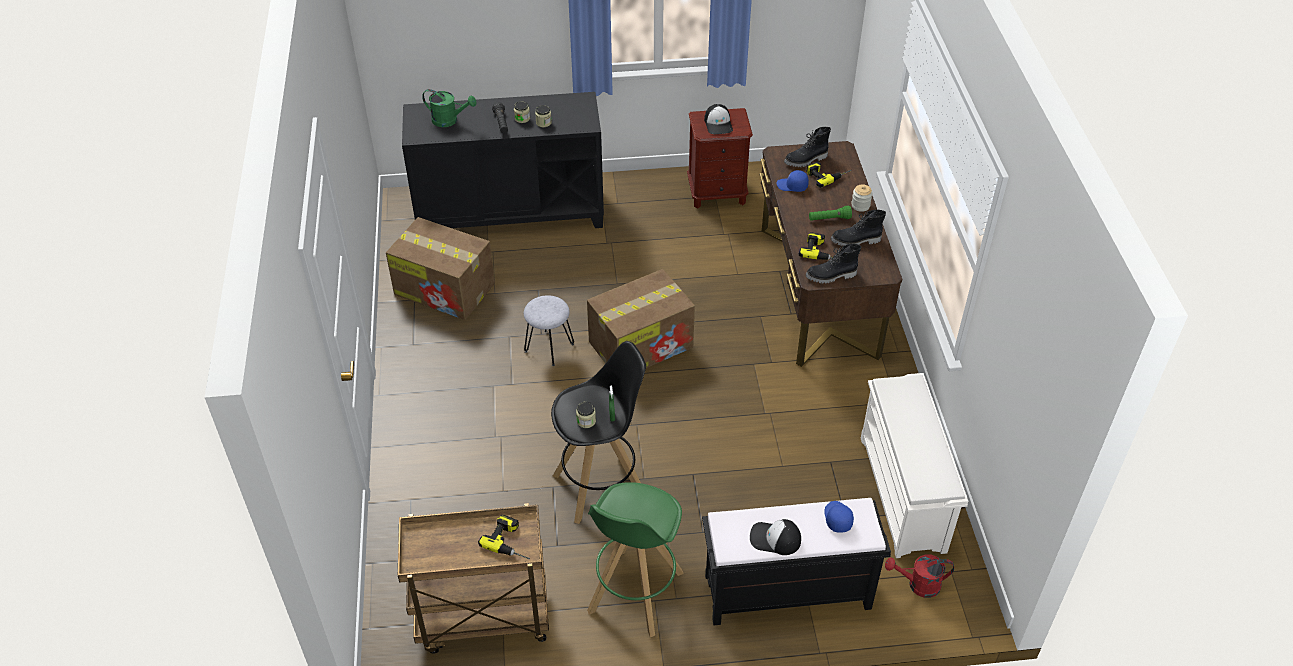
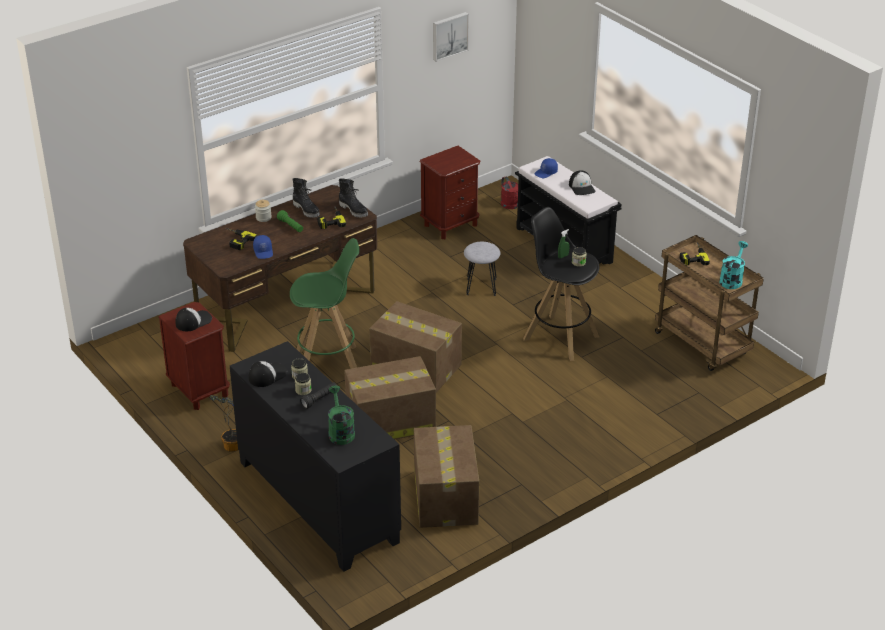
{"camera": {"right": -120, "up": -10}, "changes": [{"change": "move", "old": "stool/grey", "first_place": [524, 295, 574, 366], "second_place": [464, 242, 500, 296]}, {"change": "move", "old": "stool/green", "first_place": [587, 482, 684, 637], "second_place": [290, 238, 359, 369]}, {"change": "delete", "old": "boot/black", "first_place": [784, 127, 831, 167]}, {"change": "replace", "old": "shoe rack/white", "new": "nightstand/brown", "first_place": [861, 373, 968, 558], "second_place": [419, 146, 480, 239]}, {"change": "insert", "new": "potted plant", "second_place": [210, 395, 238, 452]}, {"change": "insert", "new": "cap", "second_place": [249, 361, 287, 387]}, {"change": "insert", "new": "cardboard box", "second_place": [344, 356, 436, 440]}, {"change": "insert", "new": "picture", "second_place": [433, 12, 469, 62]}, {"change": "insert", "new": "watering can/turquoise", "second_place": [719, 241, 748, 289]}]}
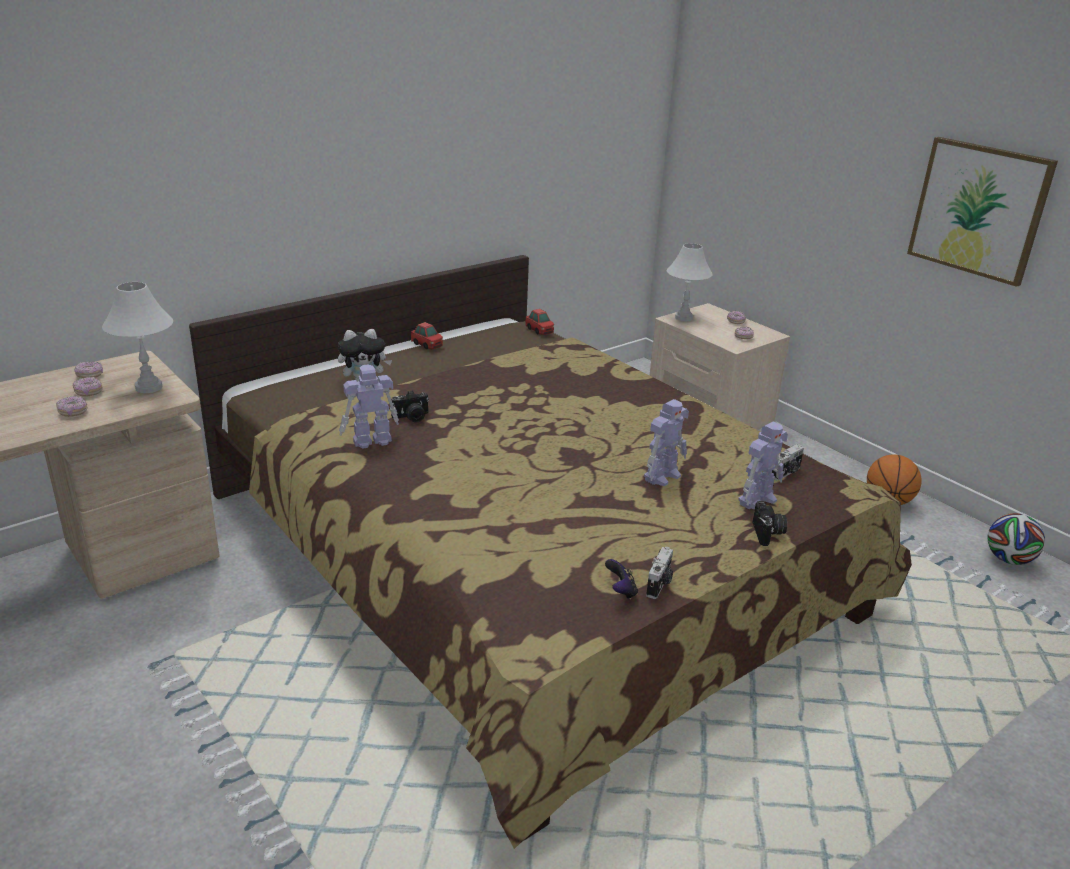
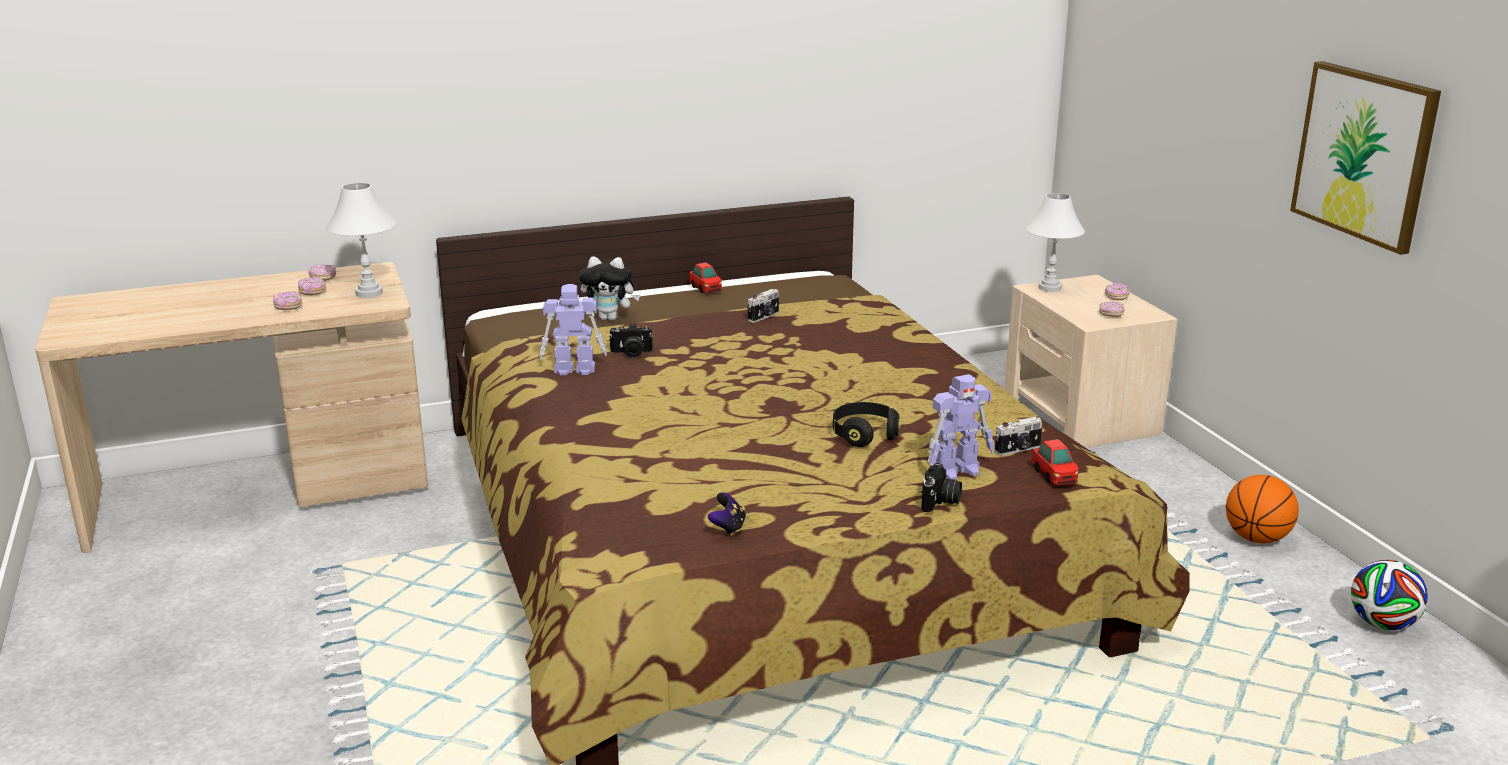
{"camera": {"right": 20, "up": -5}, "changes": [{"change": "move", "old": "toy car", "first_place": [525, 309, 554, 335], "second_place": [1032, 439, 1079, 485]}, {"change": "replace", "old": "toy robot", "new": "headphones/black", "first_place": [644, 399, 689, 486], "second_place": [833, 402, 899, 447]}, {"change": "move", "old": "photo camera", "first_place": [646, 547, 673, 599], "second_place": [748, 289, 779, 323]}]}
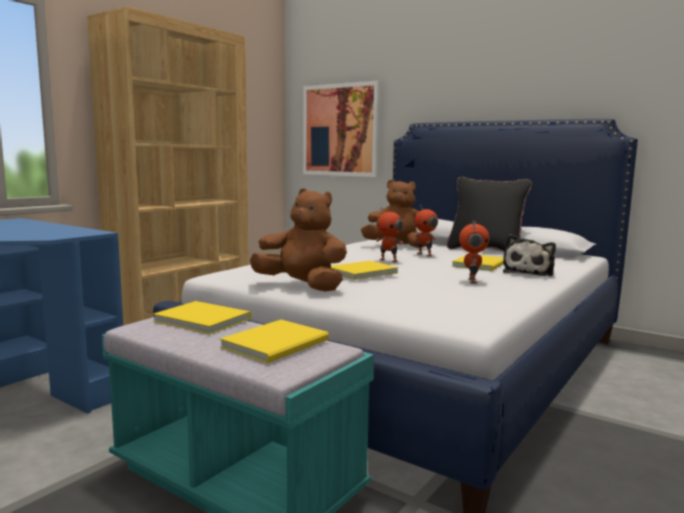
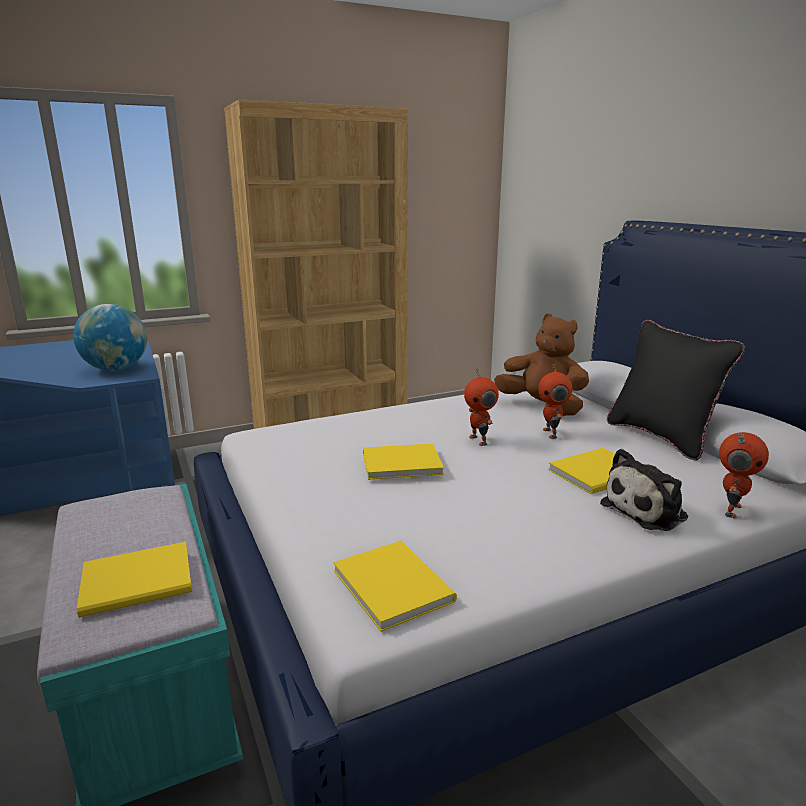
{"camera": {"right": 30, "up": 10}, "changes": [{"change": "move", "old": "book/yellow", "first_place": [153, 301, 251, 334], "second_place": [333, 541, 457, 631]}, {"change": "delete", "old": "plush toy/brown", "first_place": [250, 188, 347, 292]}, {"change": "delete", "old": "picture", "first_place": [303, 81, 380, 177]}, {"change": "move", "old": "toy robot", "first_place": [459, 221, 489, 284], "second_place": [719, 432, 769, 519]}, {"change": "insert", "new": "globe", "second_place": [73, 304, 147, 371]}]}
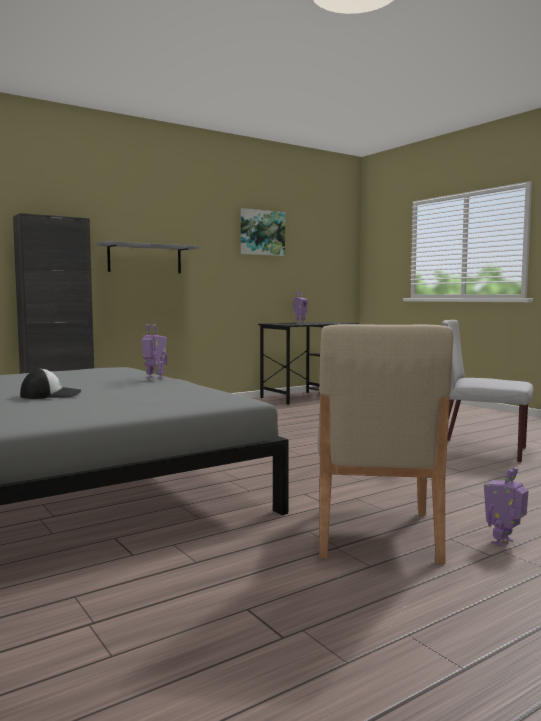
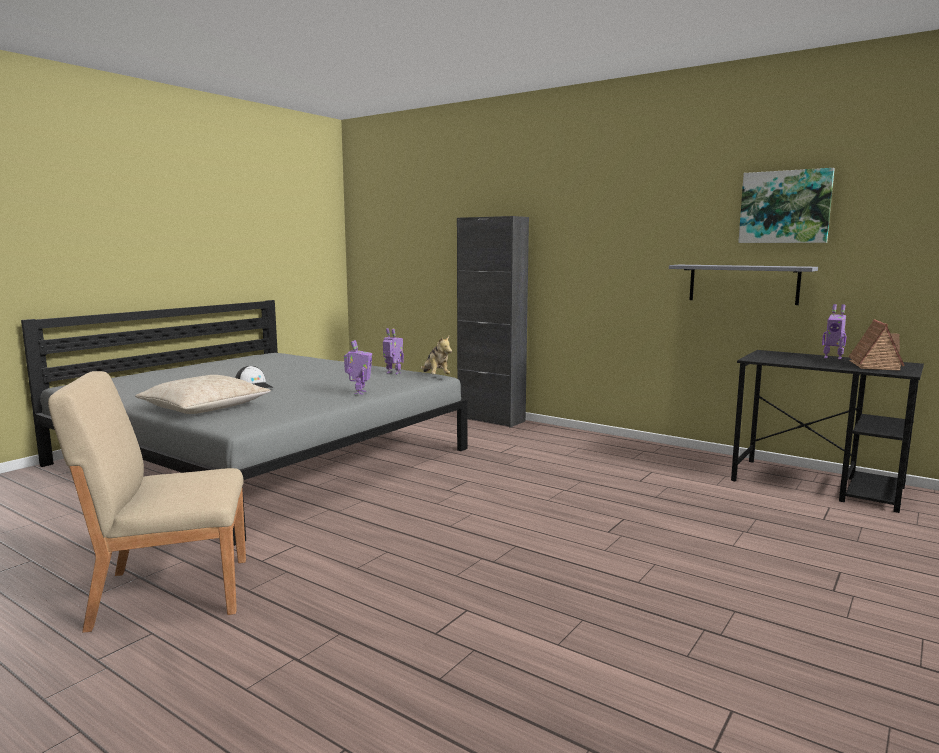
{"camera": {"right": 70, "up": 5}, "changes": [{"change": "move", "old": "shelf/grey", "first_place": [97, 241, 199, 274], "second_place": [669, 265, 818, 305]}, {"change": "delete", "old": "chair/grey", "first_place": [442, 320, 533, 463]}, {"change": "move", "old": "toy robot", "first_place": [484, 467, 528, 547], "second_place": [383, 328, 404, 374]}, {"change": "insert", "new": "pillow/beige", "second_place": [135, 375, 271, 414]}, {"change": "insert", "new": "plush toy", "second_place": [421, 336, 452, 374]}, {"change": "insert", "new": "toy house", "second_place": [848, 319, 905, 371]}]}
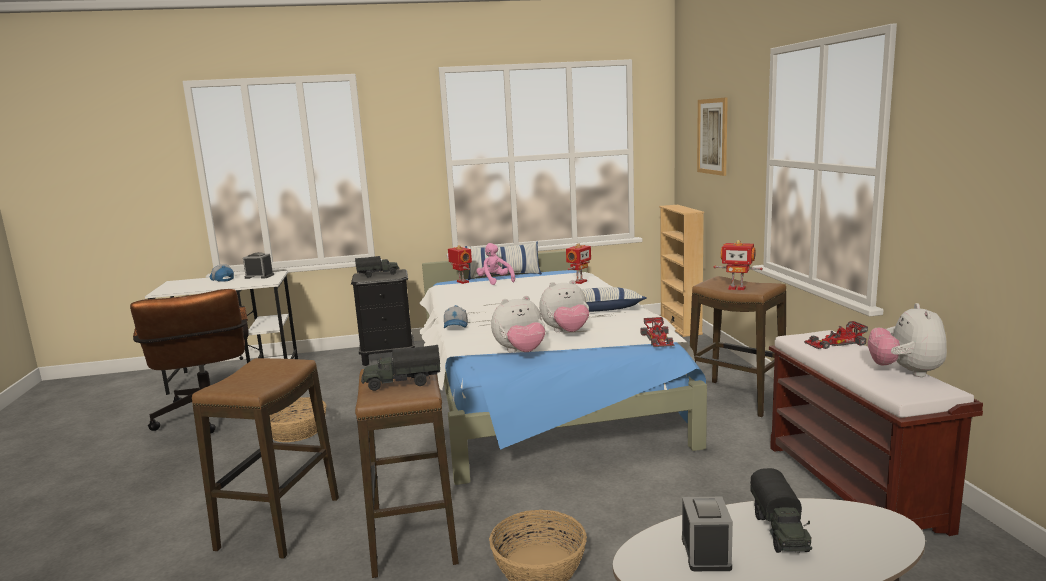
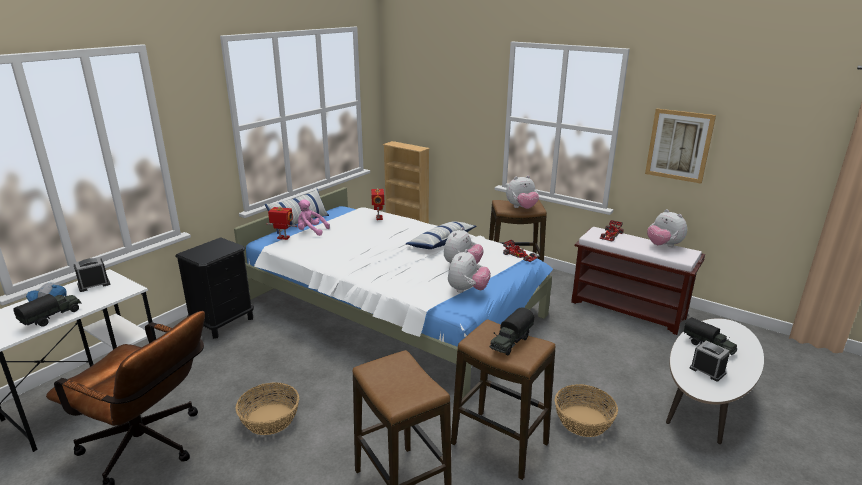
{"camera": {"right": -45, "up": 10}, "changes": [{"change": "move", "old": "toy truck", "first_place": [355, 256, 399, 278], "second_place": [13, 294, 82, 327]}, {"change": "delete", "old": "cap", "first_place": [444, 305, 468, 328]}, {"change": "move", "old": "picture", "first_place": [697, 97, 728, 176], "second_place": [645, 108, 716, 184]}, {"change": "replace", "old": "toy robot", "new": "plush toy", "first_place": [714, 240, 763, 290], "second_place": [506, 175, 539, 209]}]}
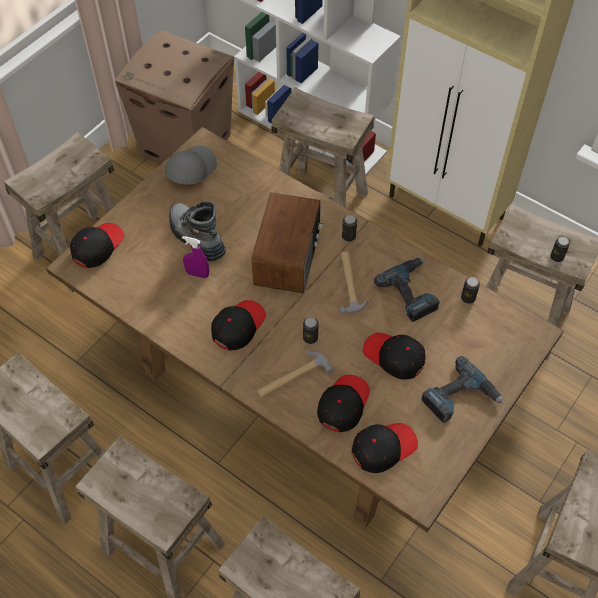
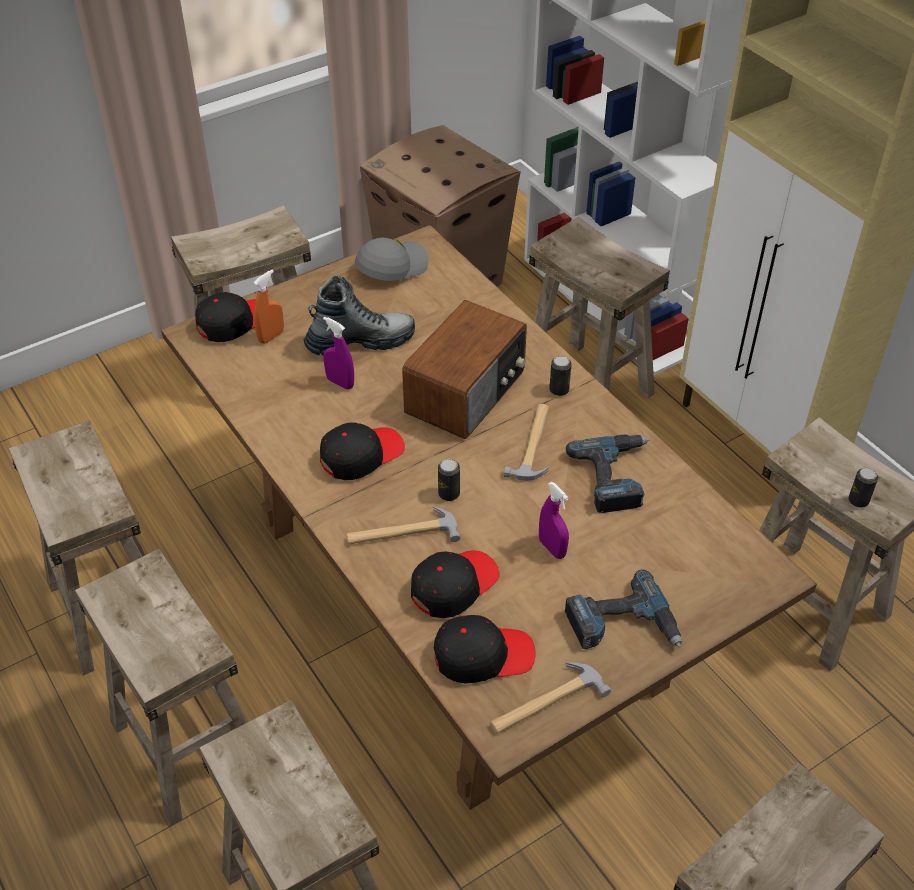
{"camera": {"right": 20, "up": -10}, "changes": [{"change": "rotate", "old": "boot", "first_place": [169, 201, 226, 261], "second_place": [304, 275, 415, 356], "degrees": 90}, {"change": "replace", "old": "cap/black", "new": "spray bottle/purple", "first_place": [363, 333, 425, 380], "second_place": [539, 482, 569, 559]}, {"change": "delete", "old": "can", "first_place": [461, 277, 480, 304]}, {"change": "insert", "new": "spray bottle/orange", "second_place": [254, 270, 284, 344]}, {"change": "insert", "new": "hammer", "second_place": [490, 662, 611, 734]}]}
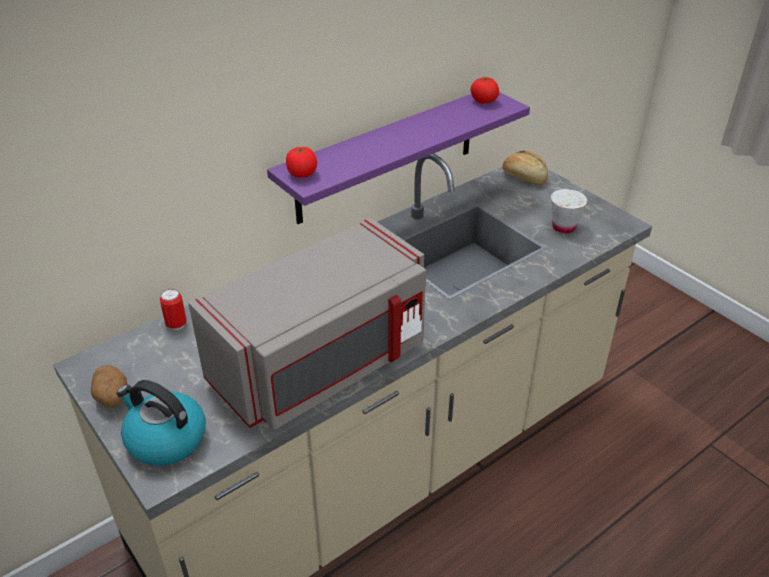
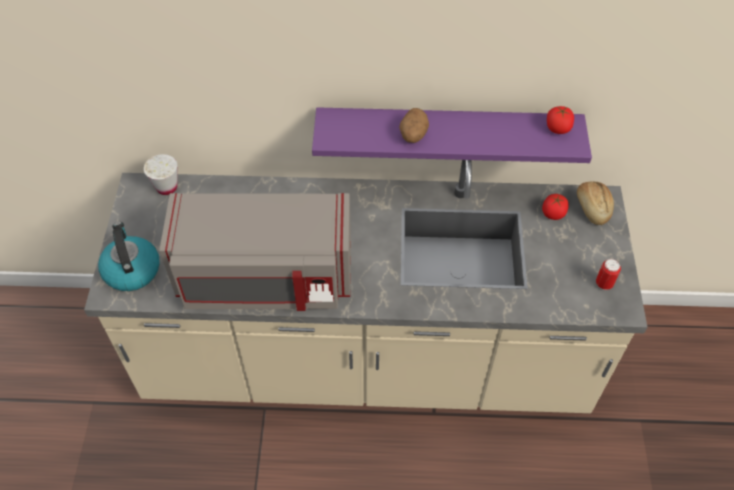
{"camera": {"right": 40, "up": 15}, "changes": [{"change": "move", "old": "potato", "first_place": [91, 366, 127, 408], "second_place": [399, 108, 429, 143]}, {"change": "move", "old": "can", "first_place": [160, 289, 187, 330], "second_place": [596, 259, 621, 290]}, {"change": "move", "old": "tomato", "first_place": [286, 147, 317, 178], "second_place": [542, 194, 569, 220]}, {"change": "move", "old": "cup/white", "first_place": [551, 189, 587, 233], "second_place": [144, 154, 177, 195]}]}
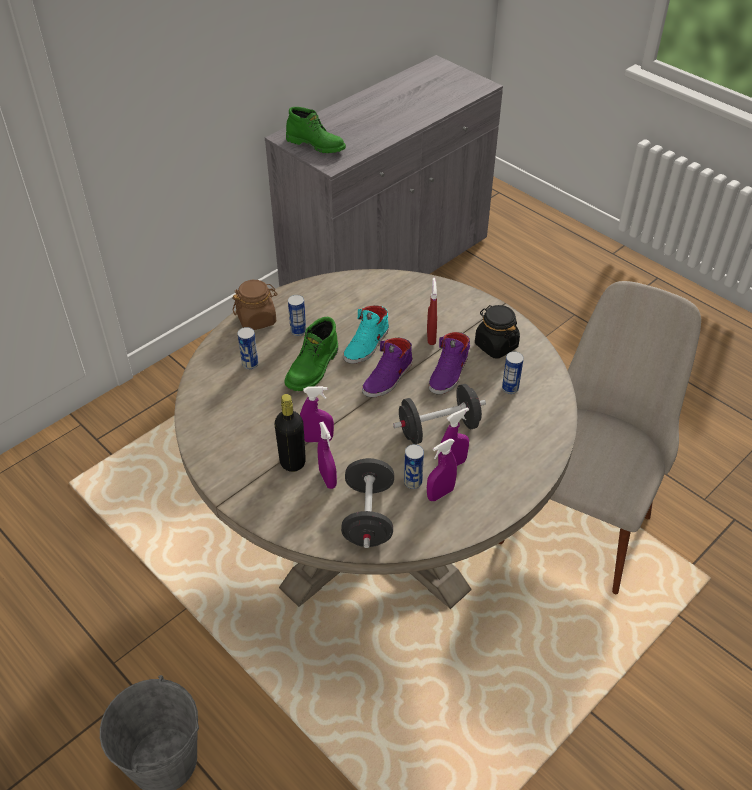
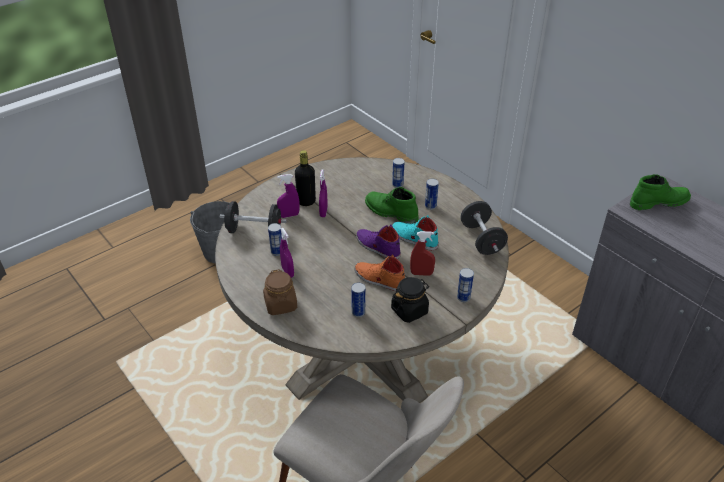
{"camera": {"right": 95, "up": -5}, "changes": [{"change": "move", "old": "jar/brown", "first_place": [232, 280, 278, 330], "second_place": [263, 269, 297, 315]}, {"change": "rotate", "old": "boot/green", "first_place": [286, 107, 346, 153], "second_place": [630, 174, 691, 210], "degrees": -135}, {"change": "move", "old": "dumbbell/black", "first_place": [393, 384, 486, 444], "second_place": [461, 201, 508, 255]}, {"change": "delete", "old": "spray bottle/purple", "first_place": [427, 439, 457, 501]}, {"change": "recolor", "old": "shoe/purple", "new": "shoe/orange", "first_place": [429, 332, 470, 394], "second_place": [354, 254, 405, 291]}, {"change": "insert", "new": "can", "second_place": [457, 268, 474, 302]}]}
